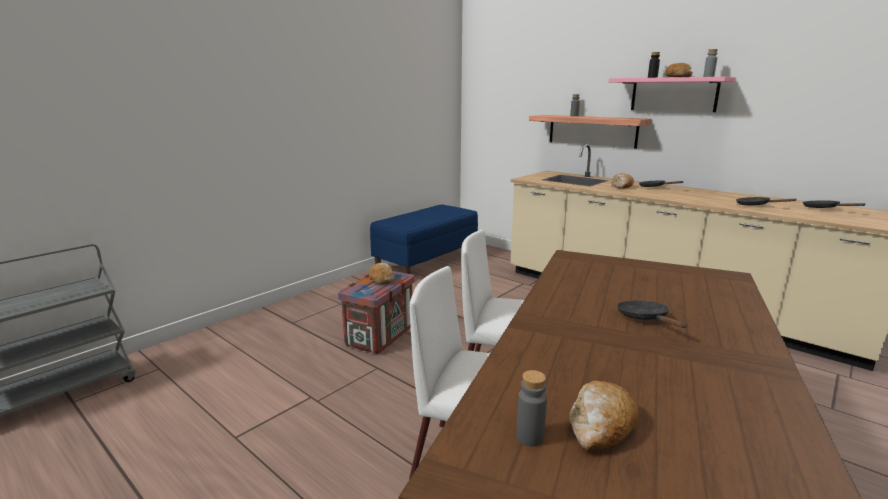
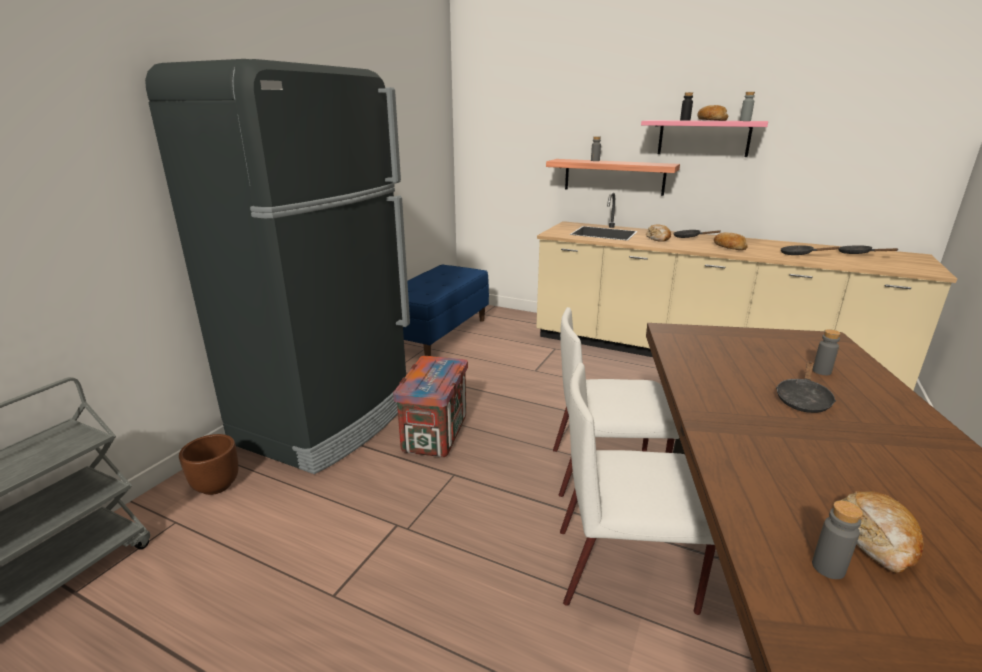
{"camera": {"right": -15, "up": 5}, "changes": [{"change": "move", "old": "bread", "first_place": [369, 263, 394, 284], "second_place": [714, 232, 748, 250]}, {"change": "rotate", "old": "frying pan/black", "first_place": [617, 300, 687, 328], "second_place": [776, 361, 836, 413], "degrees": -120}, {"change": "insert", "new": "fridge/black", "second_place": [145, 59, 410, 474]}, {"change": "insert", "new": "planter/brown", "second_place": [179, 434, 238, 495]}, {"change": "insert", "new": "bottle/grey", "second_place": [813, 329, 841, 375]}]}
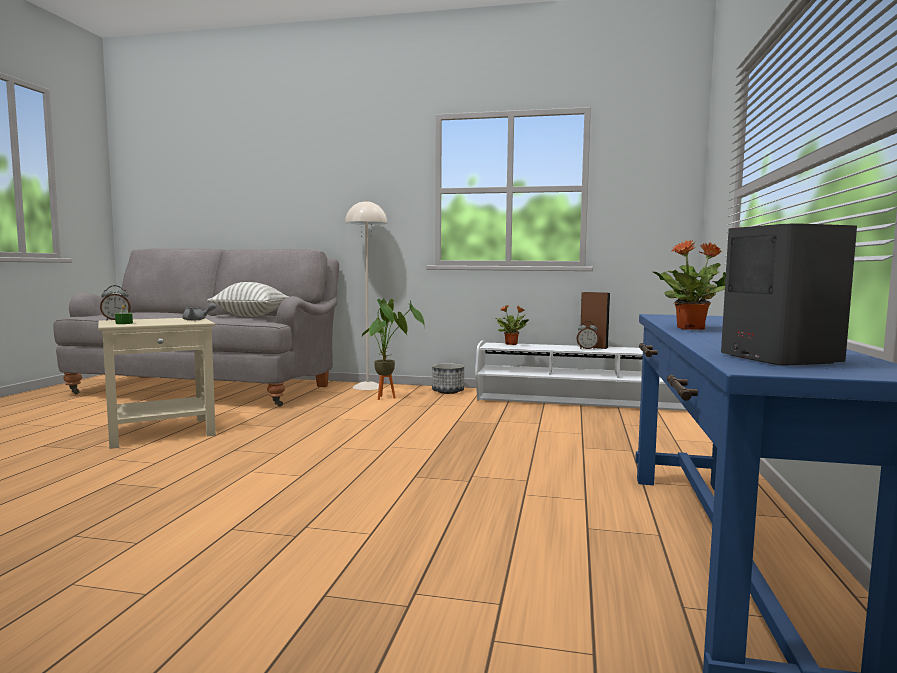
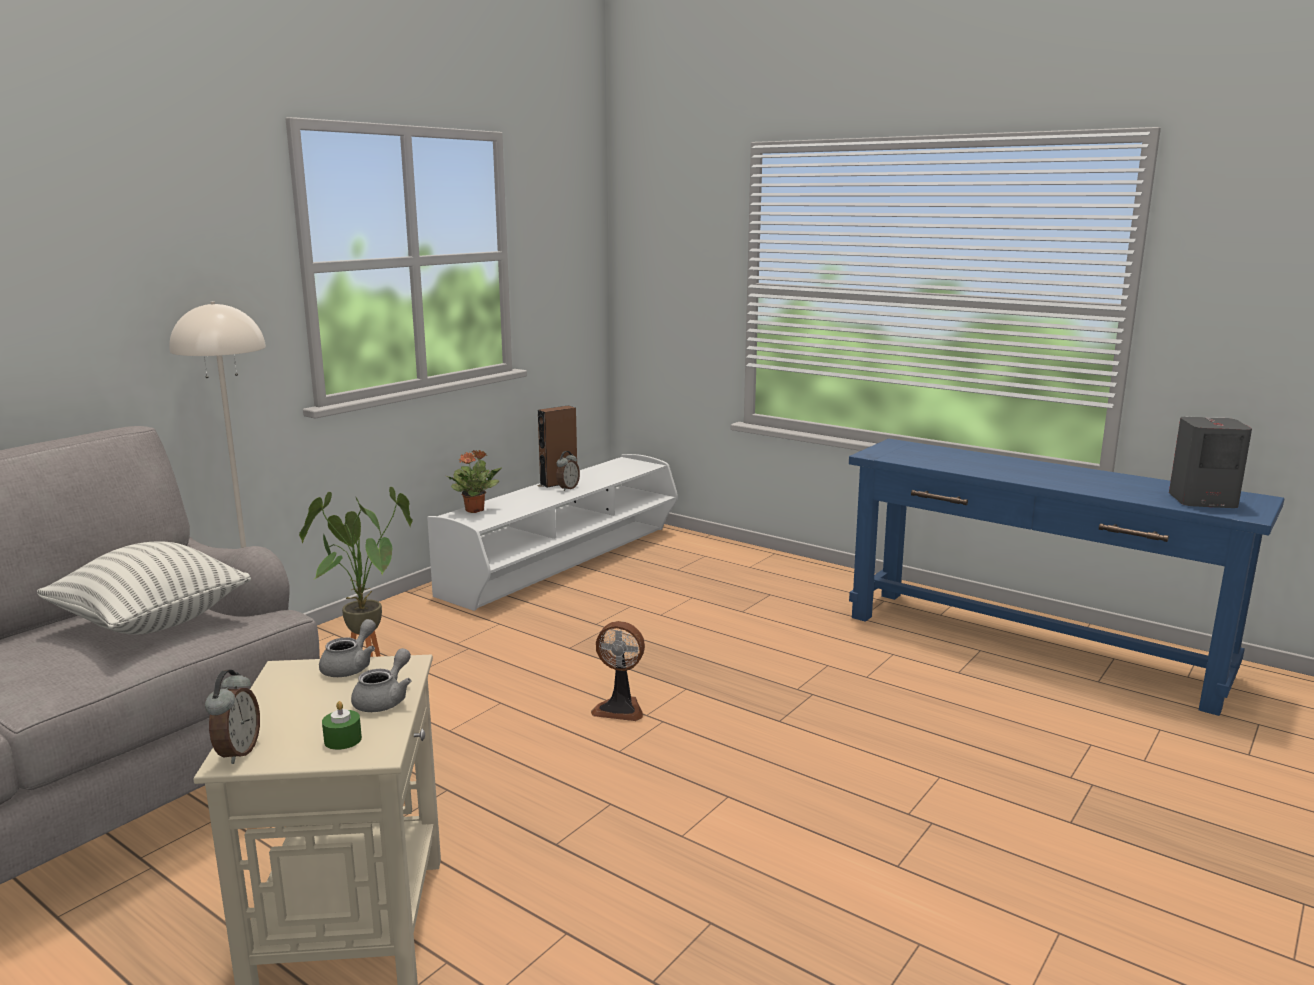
{"camera": {"right": -65, "up": 10}, "changes": [{"change": "delete", "old": "planter", "first_place": [432, 363, 464, 394]}, {"change": "delete", "old": "potted plant", "first_place": [653, 240, 726, 330]}, {"change": "insert", "new": "teapot/grey", "second_place": [351, 648, 412, 712]}, {"change": "insert", "new": "fan", "second_place": [591, 621, 645, 721]}]}
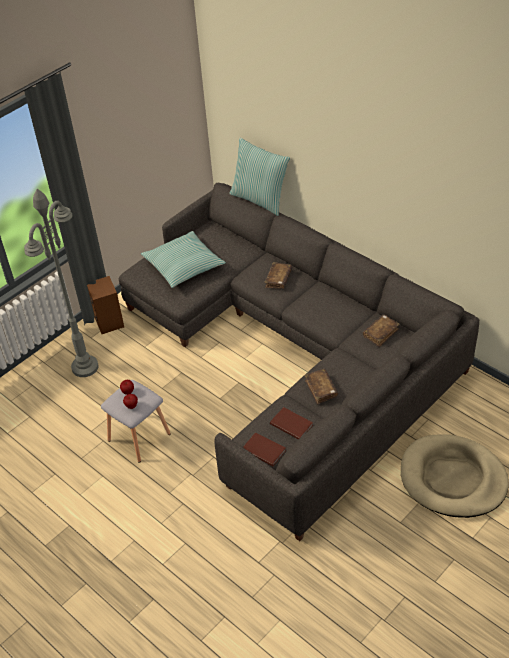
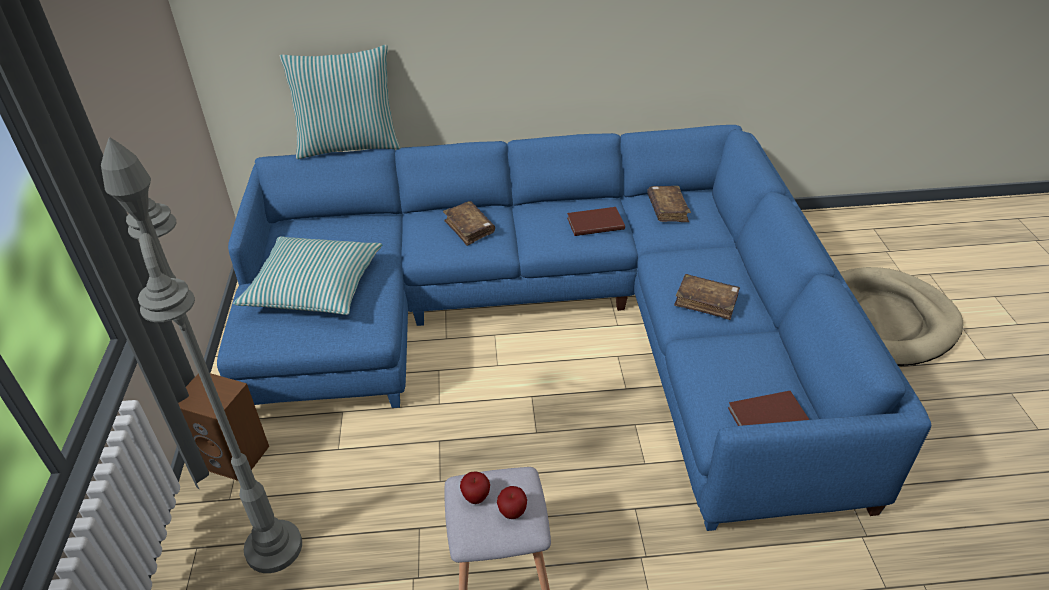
{"camera": {"right": -50, "up": -5}, "changes": [{"change": "recolor", "old": "sofa/grey", "new": "sofa/blue", "first_place": [119, 183, 479, 541], "second_place": [217, 125, 931, 531]}, {"change": "move", "old": "book/brown", "first_place": [270, 407, 313, 440], "second_place": [567, 207, 625, 236]}]}
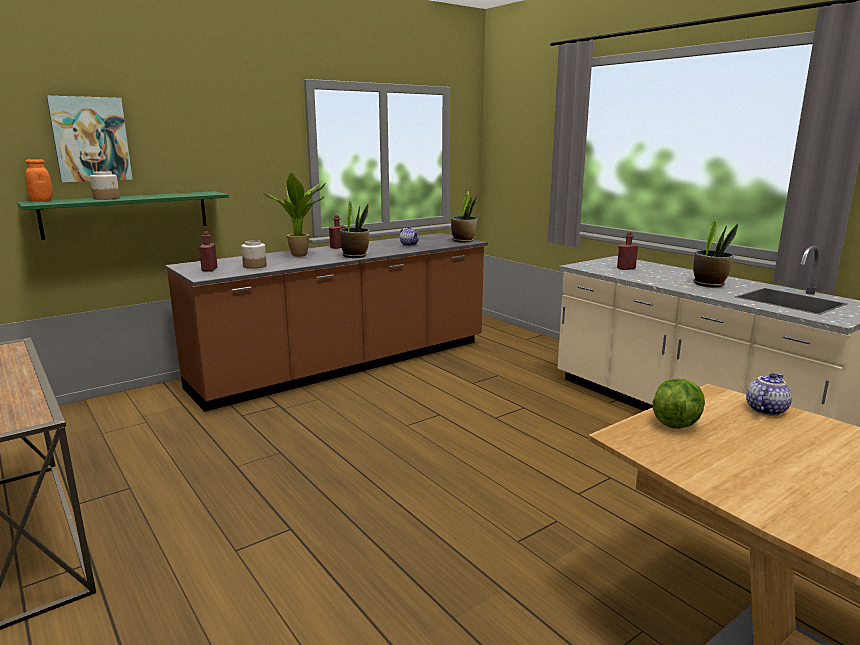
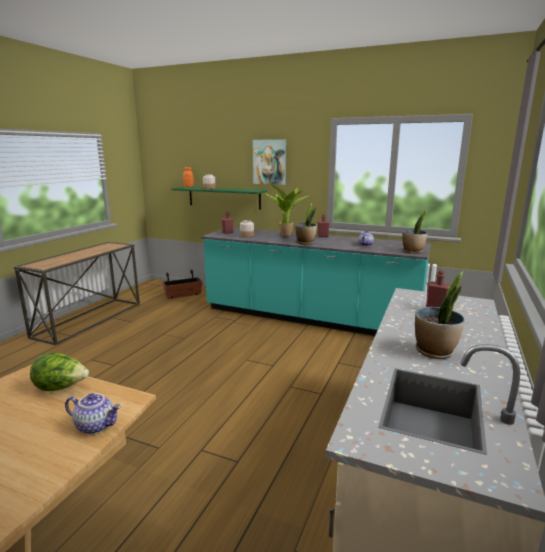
{"camera": {"right": 60, "up": 0}, "changes": [{"change": "move", "old": "picture", "first_place": [46, 96, 133, 182], "second_place": [253, 139, 286, 185]}, {"change": "recolor", "old": "counter/brown", "new": "counter/turquoise", "first_place": [165, 233, 488, 412], "second_place": [201, 227, 431, 336]}, {"change": "insert", "new": "planter", "second_place": [162, 270, 203, 299]}]}
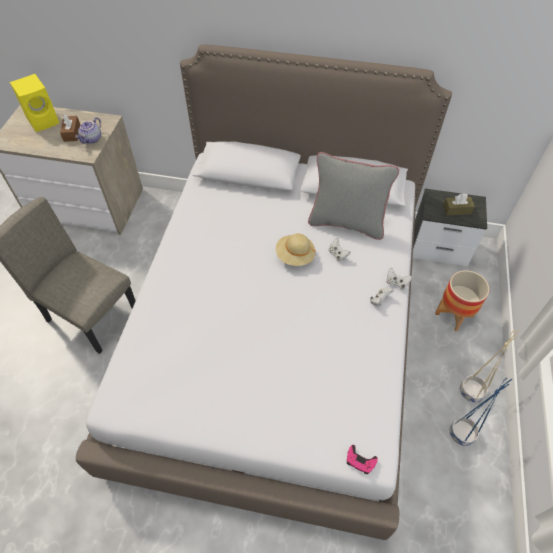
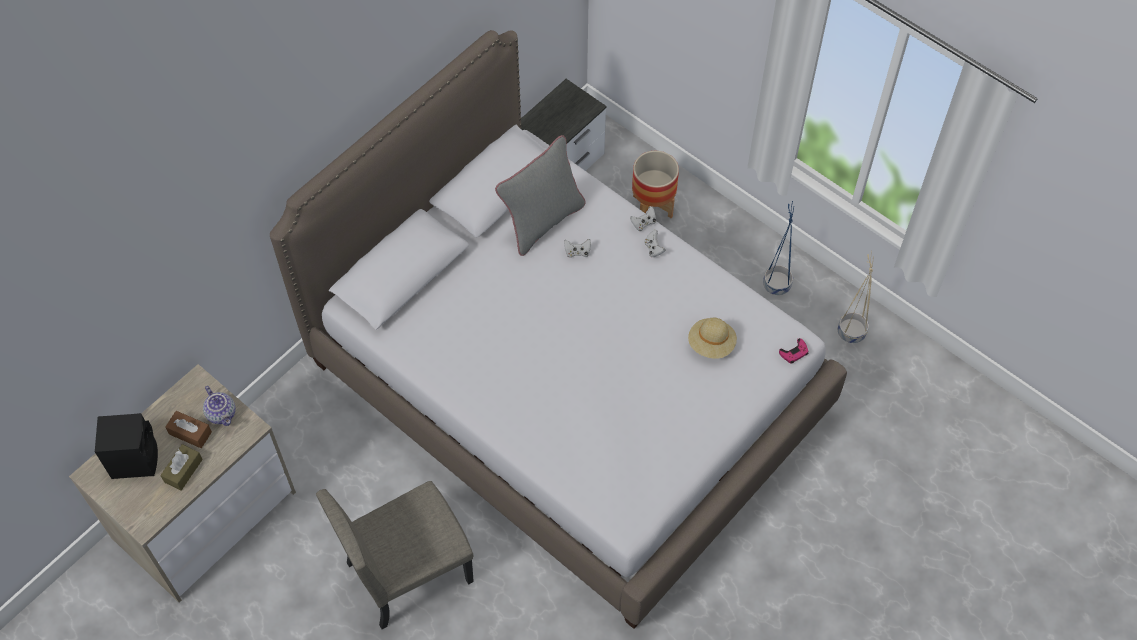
{"camera": {"right": -60, "up": 5}, "changes": [{"change": "recolor", "old": "speaker/yellow", "new": "speaker/black", "first_place": [10, 74, 60, 132], "second_place": [95, 413, 158, 479]}, {"change": "move", "old": "hat/beige", "first_place": [276, 233, 316, 266], "second_place": [688, 318, 737, 359]}, {"change": "move", "old": "tissue box/brown", "first_place": [443, 193, 475, 215], "second_place": [160, 444, 203, 491]}, {"change": "move", "old": "planter/beige", "first_place": [460, 330, 520, 402], "second_place": [838, 251, 874, 343]}]}
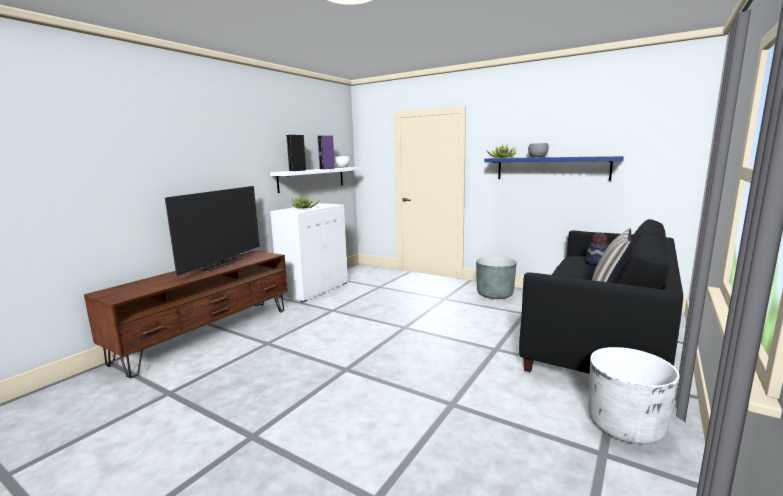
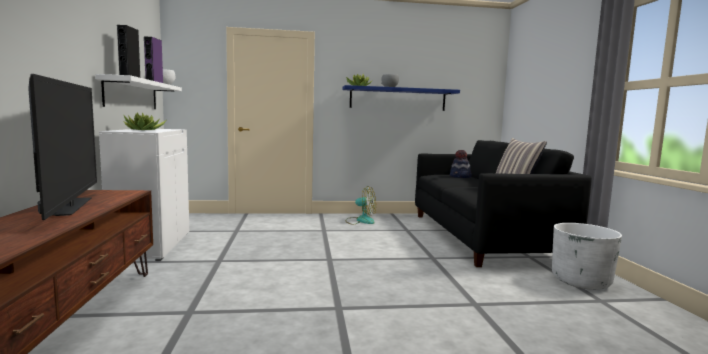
{"camera": {"right": -40, "up": -5}, "changes": [{"change": "replace", "old": "planter/grey", "new": "fan", "first_place": [476, 256, 517, 299], "second_place": [345, 187, 376, 224]}]}
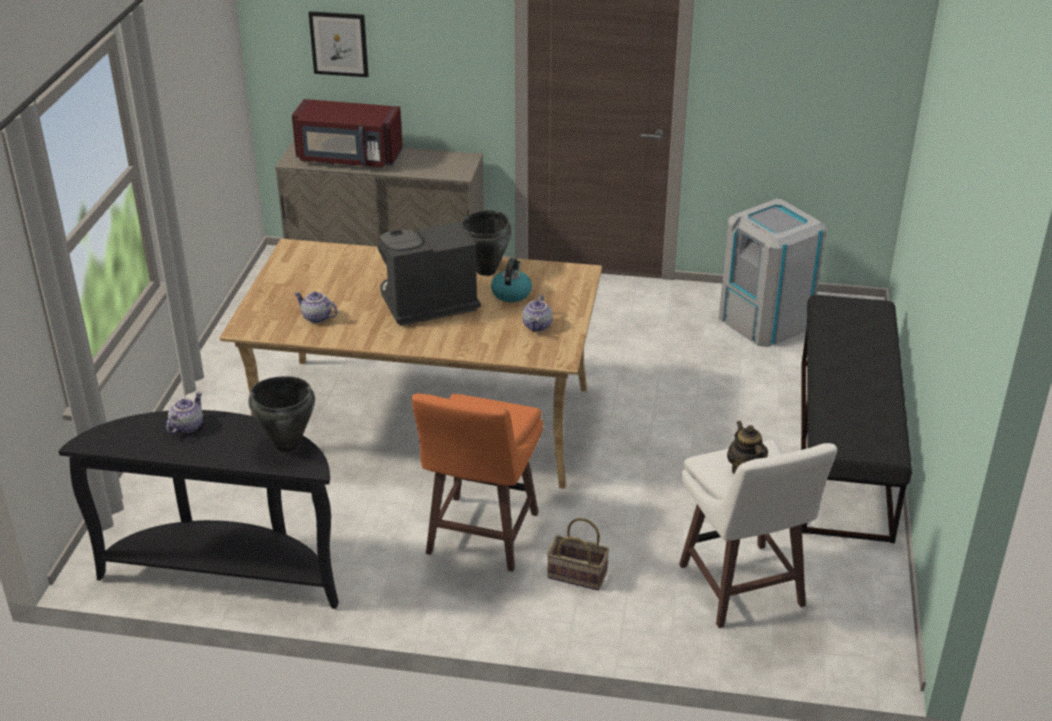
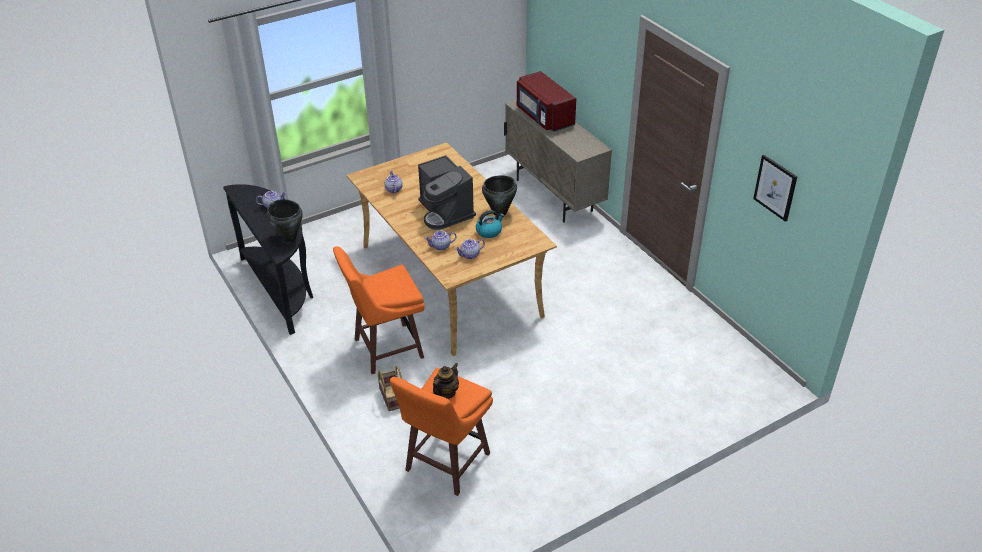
{"camera": {"right": 50, "up": 5}, "changes": [{"change": "move", "old": "picture", "first_place": [308, 11, 369, 77], "second_place": [753, 155, 797, 222]}, {"change": "rotate", "old": "coffee machine", "first_place": [378, 221, 481, 326], "second_place": [418, 155, 476, 230], "degrees": -150}, {"change": "recolor", "old": "stool/white", "new": "stool/orange", "first_place": [679, 440, 837, 628], "second_place": [390, 368, 493, 496]}, {"change": "delete", "old": "trash can/grey", "first_place": [719, 199, 826, 347]}, {"change": "delete", "old": "bench/black", "first_place": [801, 295, 912, 543]}, {"change": "insert", "new": "teapot", "second_place": [424, 231, 457, 251]}]}
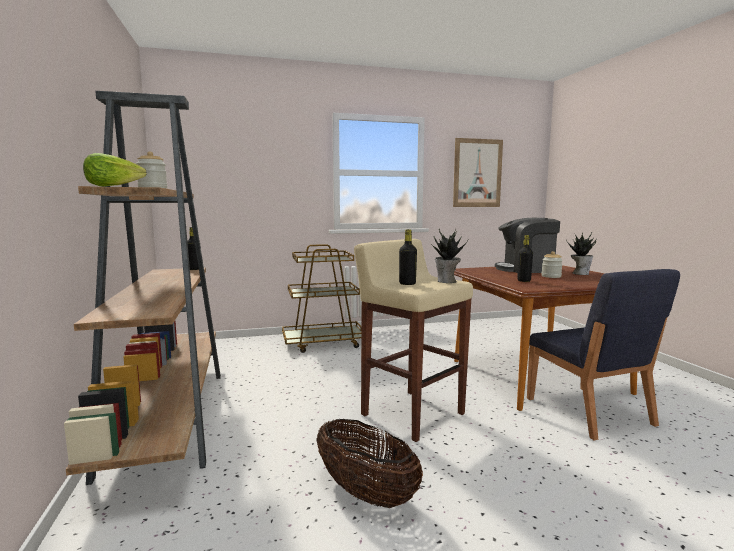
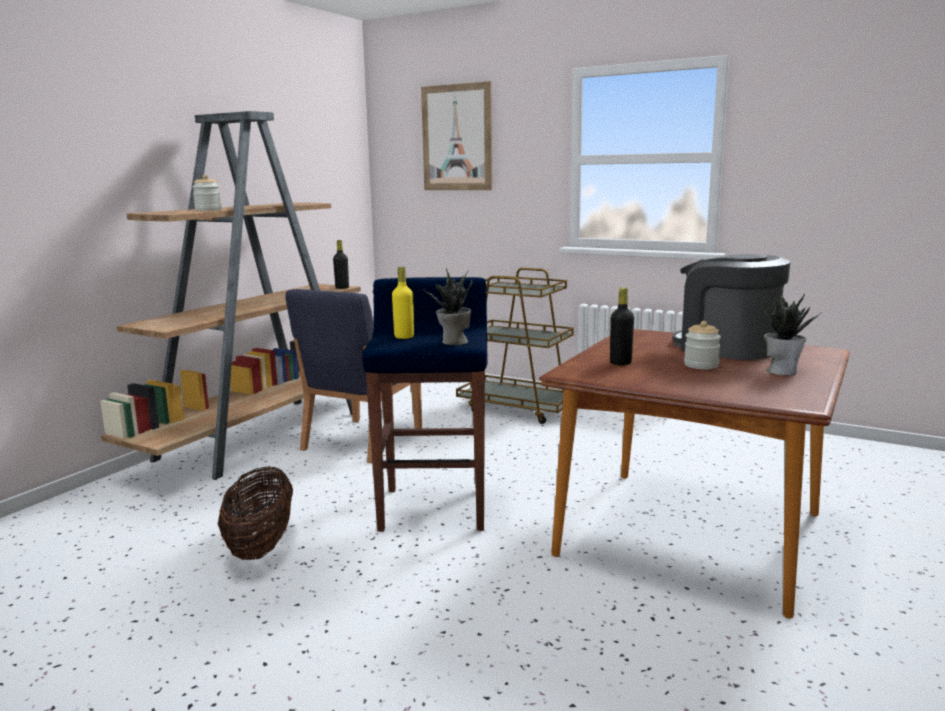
{"camera": {"right": 45, "up": 5}, "changes": [{"change": "delete", "old": "lettuce", "first_place": [83, 153, 146, 186]}, {"change": "recolor", "old": "stool/beige", "new": "stool/blue", "first_place": [354, 239, 473, 442], "second_place": [363, 277, 487, 532]}, {"change": "recolor", "old": "bottle/black", "new": "bottle/yellow", "first_place": [399, 229, 417, 285], "second_place": [392, 267, 414, 339]}, {"change": "move", "old": "picture", "first_place": [453, 138, 503, 207], "second_place": [421, 81, 492, 190]}, {"change": "move", "old": "chair/blue", "first_place": [527, 269, 680, 441], "second_place": [285, 289, 422, 464]}]}
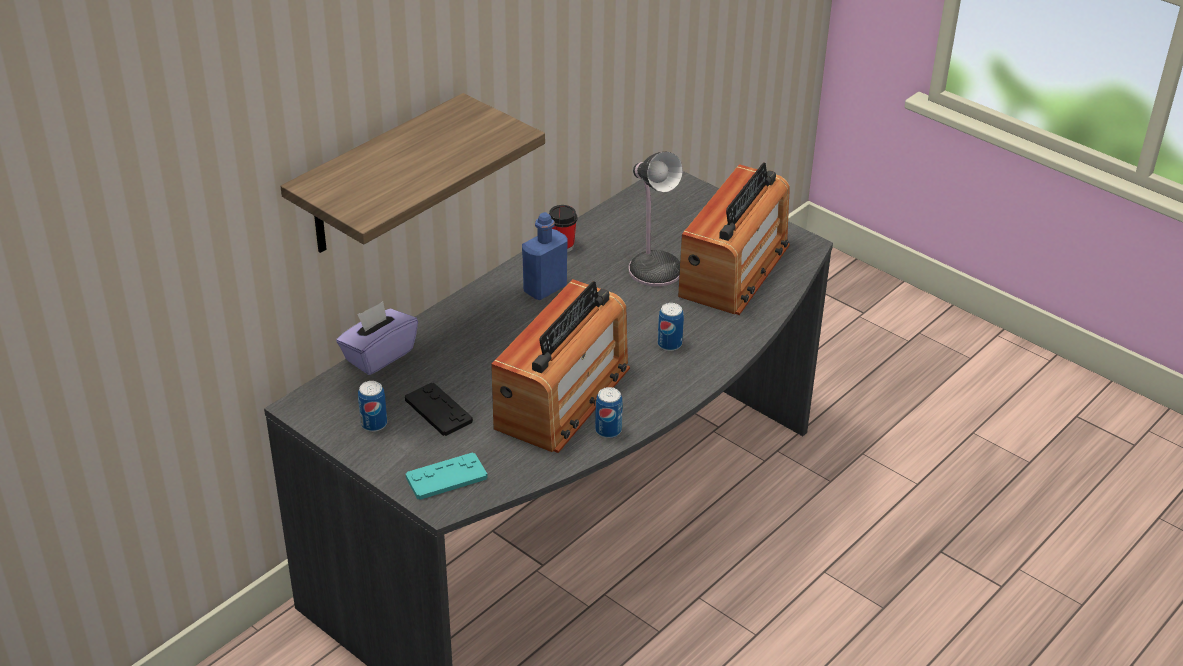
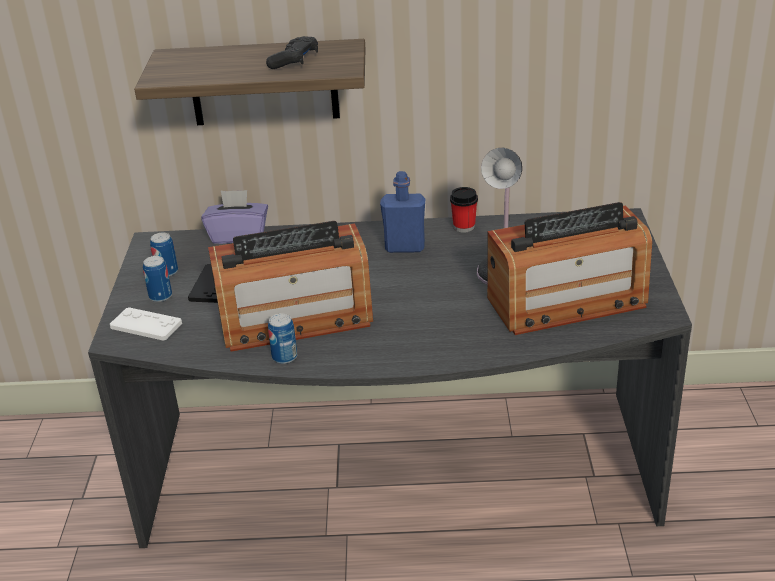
{"camera": {"right": 50, "up": -5}, "changes": [{"change": "recolor", "old": "game controller/turquoise", "new": "game controller/white", "first_place": [406, 452, 488, 500], "second_place": [110, 307, 182, 341]}, {"change": "move", "old": "can", "first_place": [657, 303, 684, 351], "second_place": [143, 256, 172, 302]}, {"change": "insert", "new": "game controller/black", "second_place": [266, 36, 318, 69]}]}
